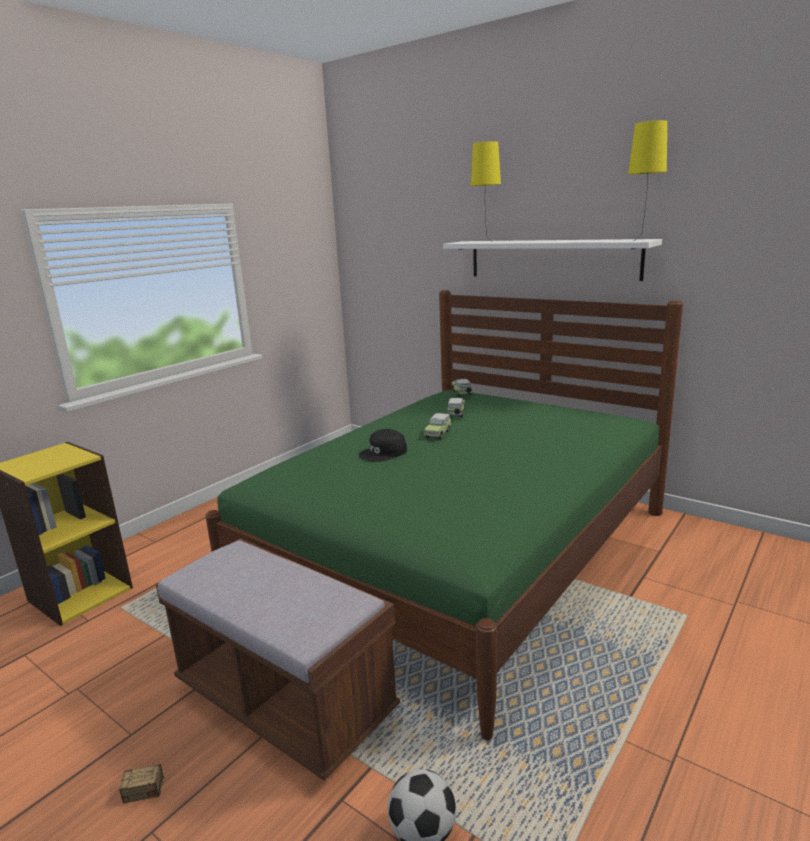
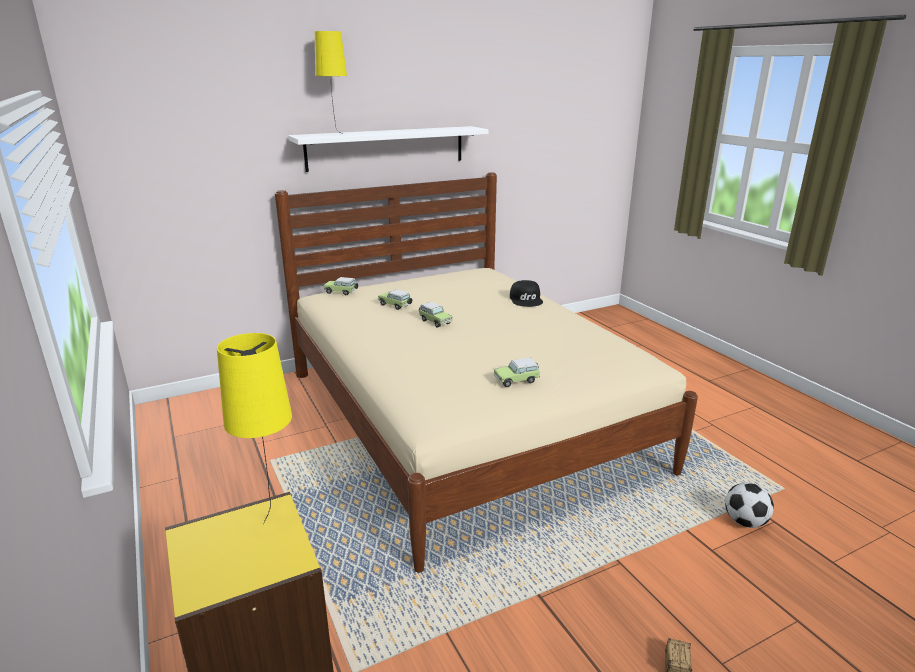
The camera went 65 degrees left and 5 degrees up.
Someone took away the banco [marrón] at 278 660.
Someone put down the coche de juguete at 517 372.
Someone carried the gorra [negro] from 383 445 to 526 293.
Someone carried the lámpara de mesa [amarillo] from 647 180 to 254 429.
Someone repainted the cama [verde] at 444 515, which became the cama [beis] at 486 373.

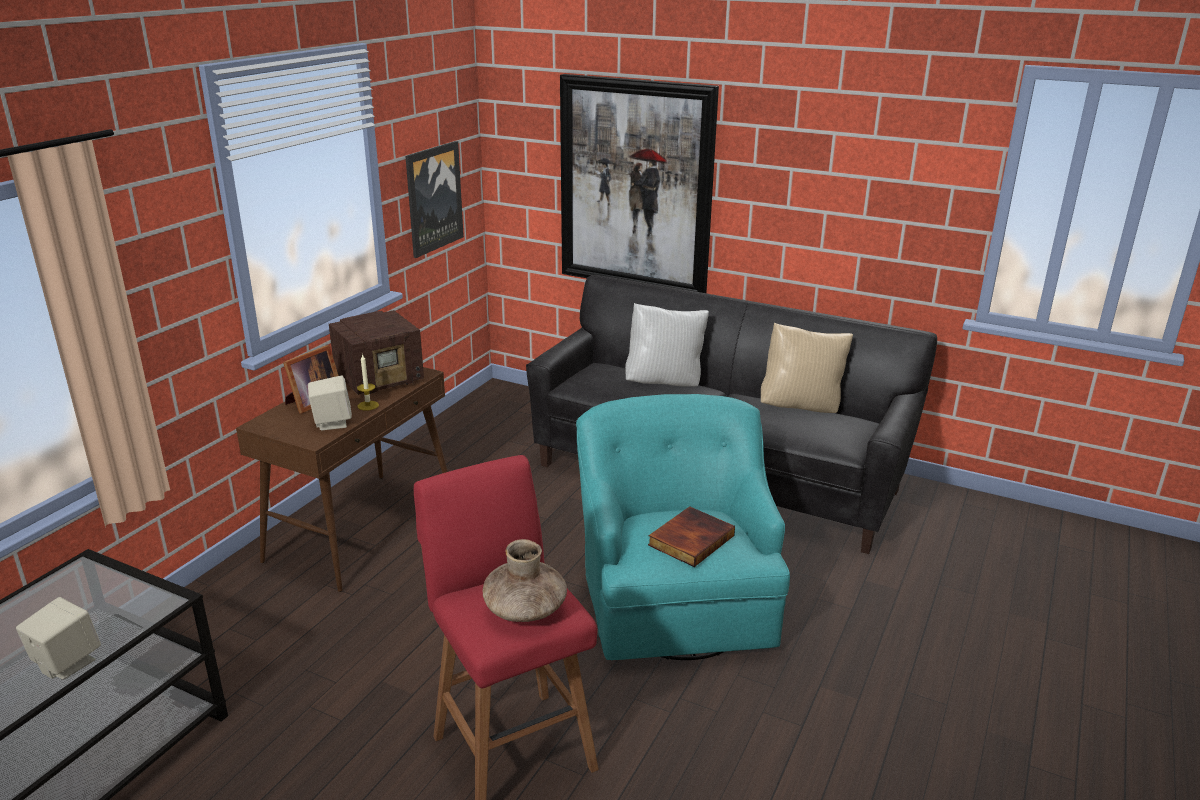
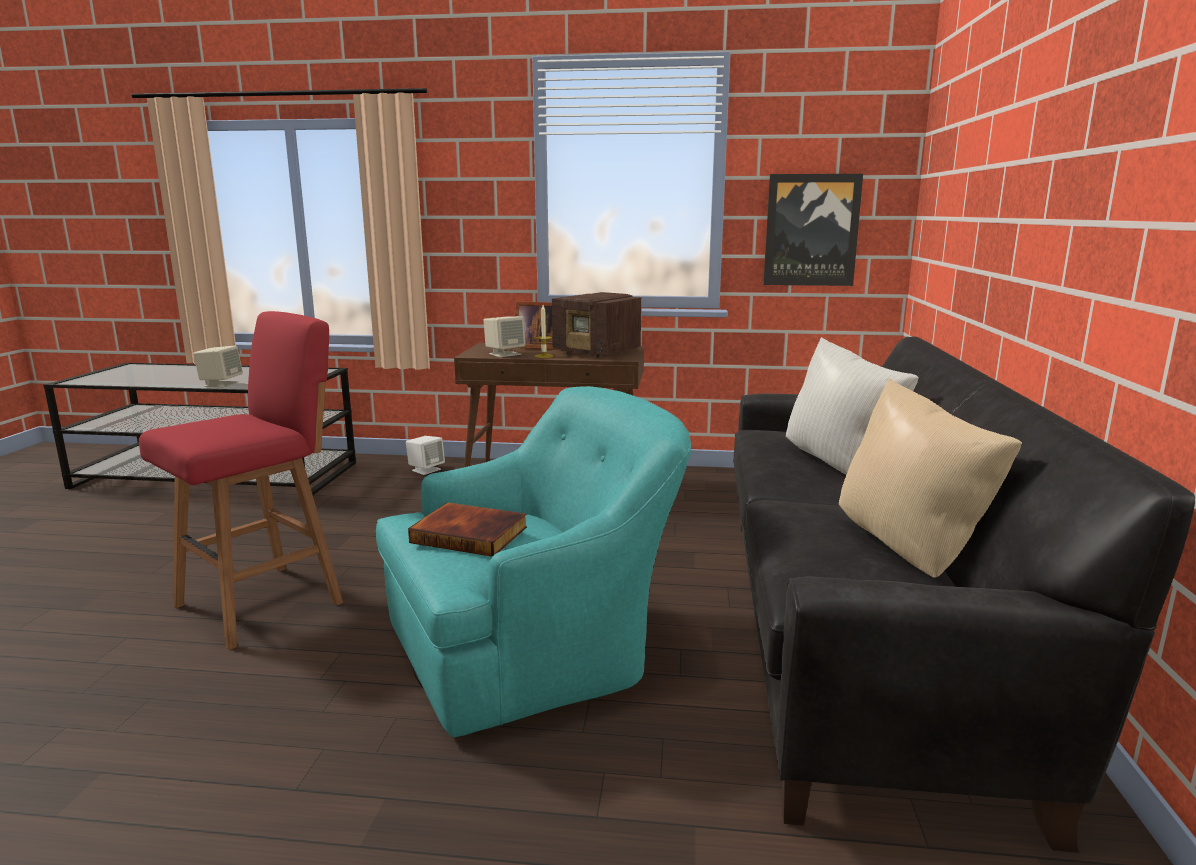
The camera went 70 degrees right and 10 degrees down.
Someone took away the florero [marrón] at 525 580.
Someone took away the cuadro at 639 183.
Someone put down the altavoz [blanco] at 425 455.

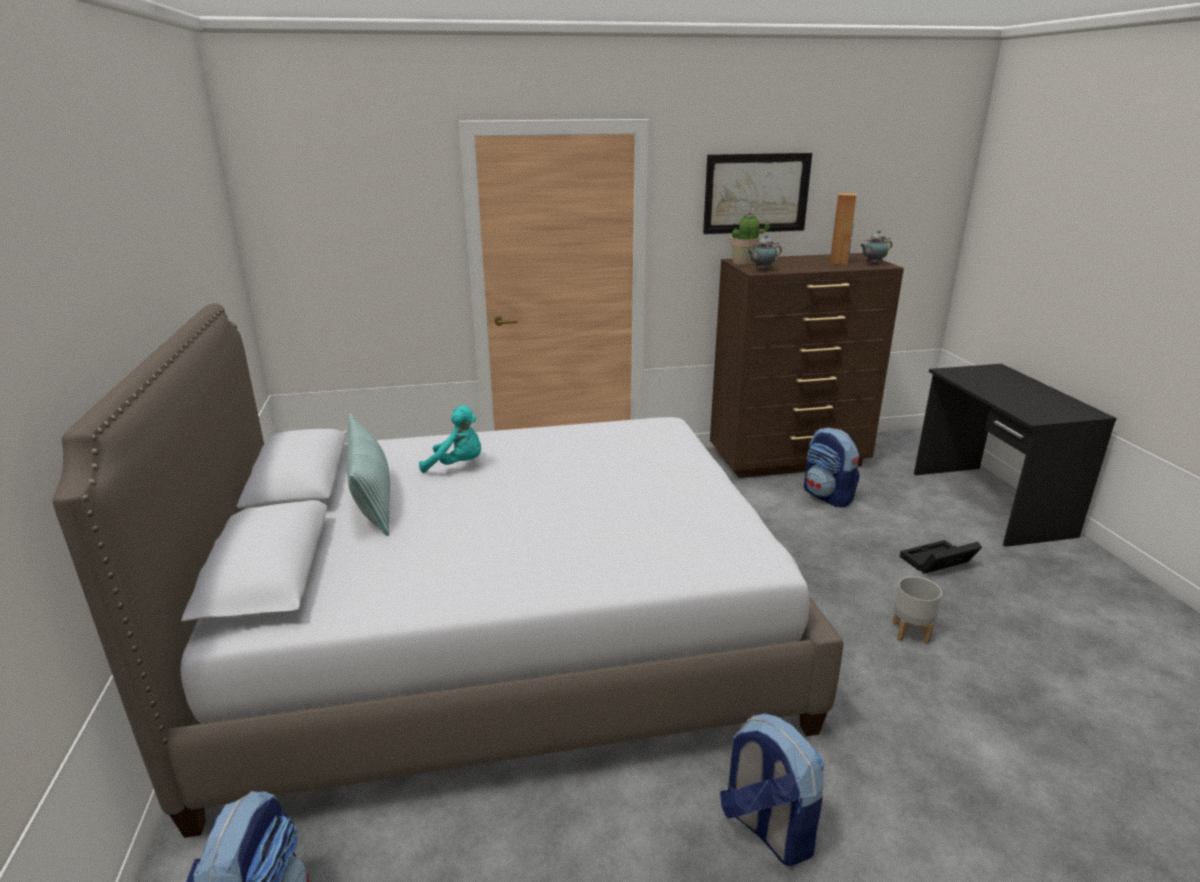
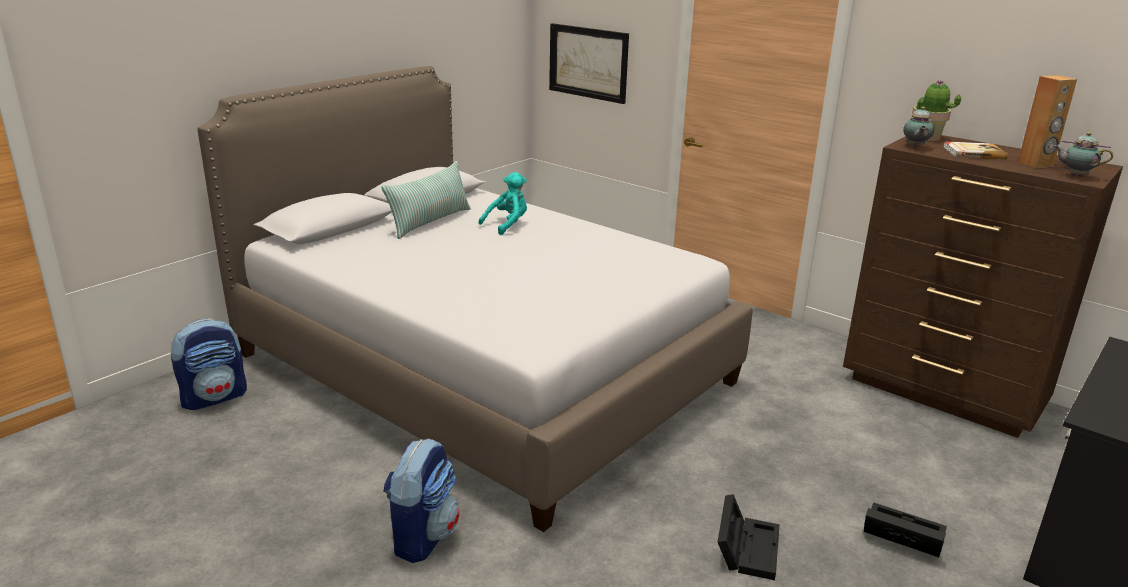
The camera went 50 degrees right and 0 degrees up.
Someone took away the mochila at 831 468.
Someone put down the libro at 975 150.
Someone carried the cuadro from 757 193 to 589 63.
Someone swapped the maceta [gris] at 917 610 for the caja de almacenaje [negro] at 748 537.
Someone rotated the peluche [turquesa] at 450 439 by 105 degrees counterclockwise.
Someone rotated the tetera at 764 252 by 105 degrees counterclockwise.

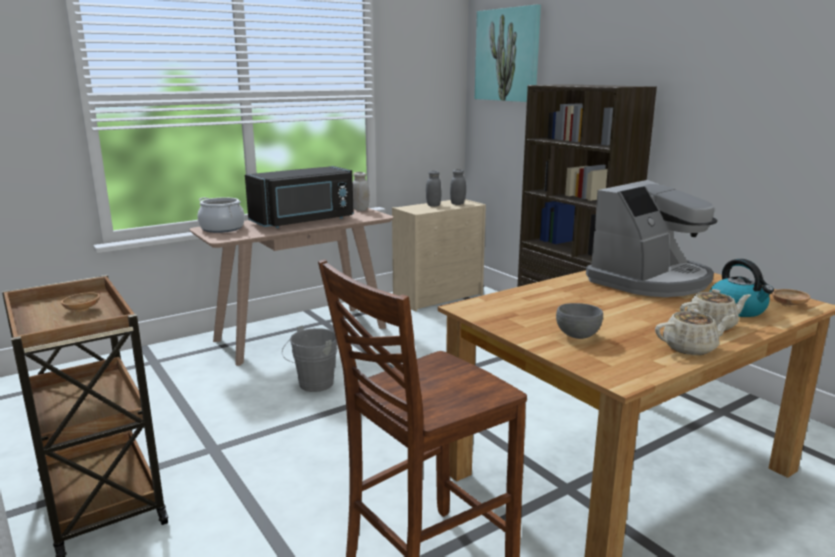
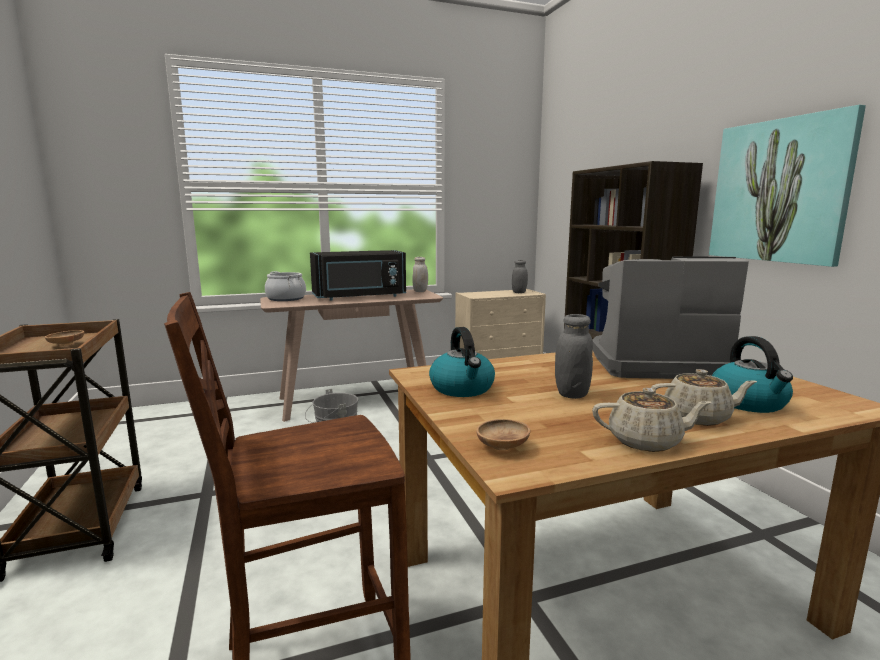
The camera went 15 degrees right and 5 degrees down.
Someone took away the cuenco [gris] at 579 321.
Someone put down the hervidor at 462 362.
Someone carried the tarro [gris] from 433 189 to 574 356.
Someone carried the cuadro from 508 53 to 787 186.
Someone carried the cuenco [marrón] from 791 298 to 503 434.
Someone rotated the cafetera at 651 238 by 150 degrees counterclockwise.

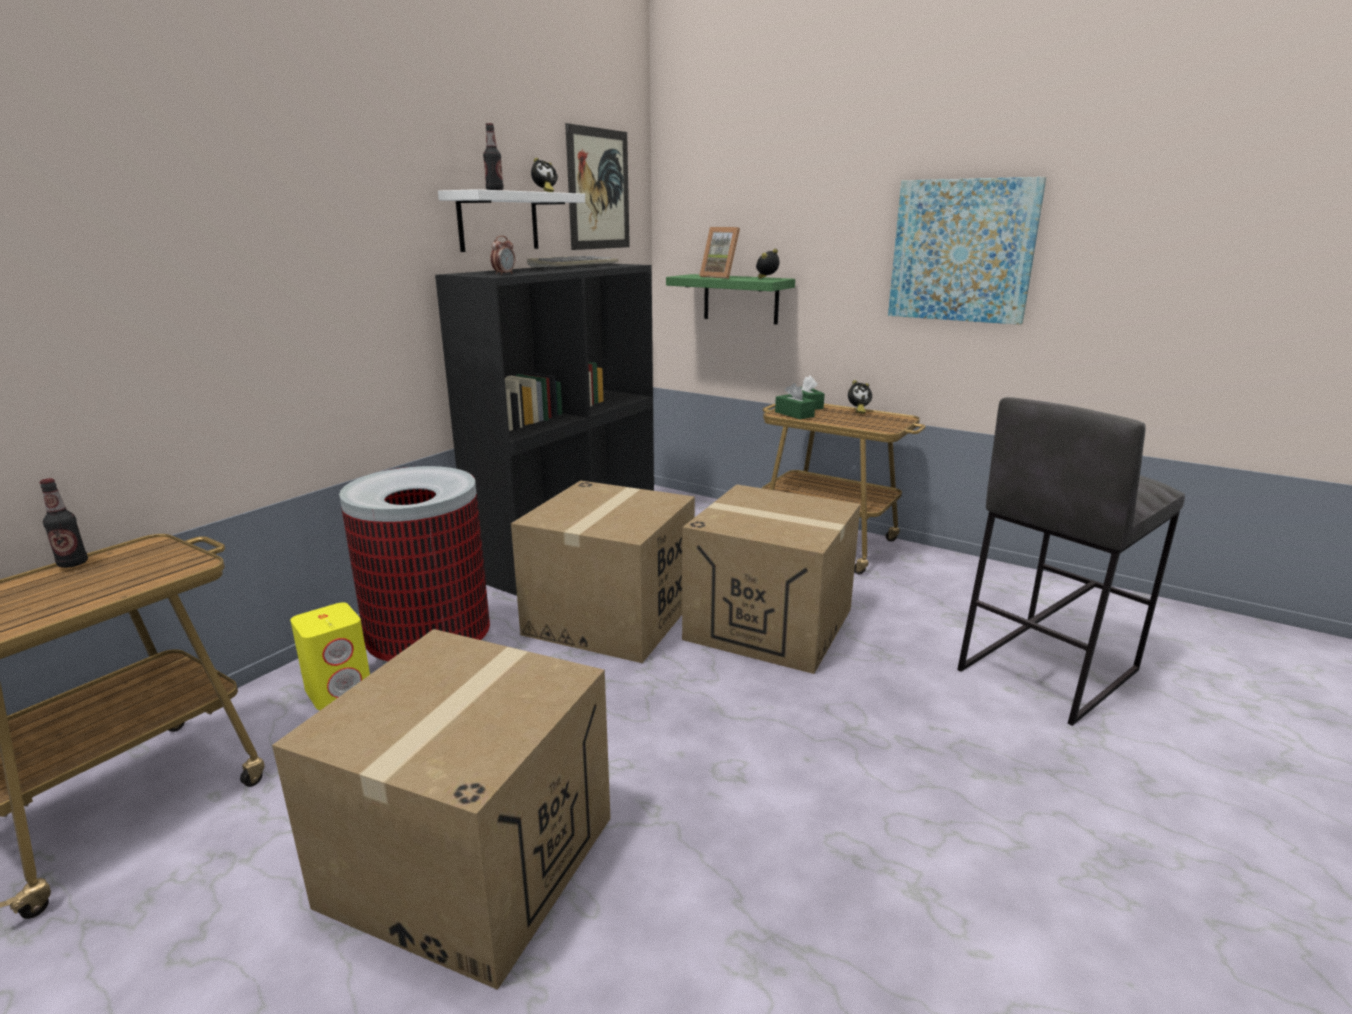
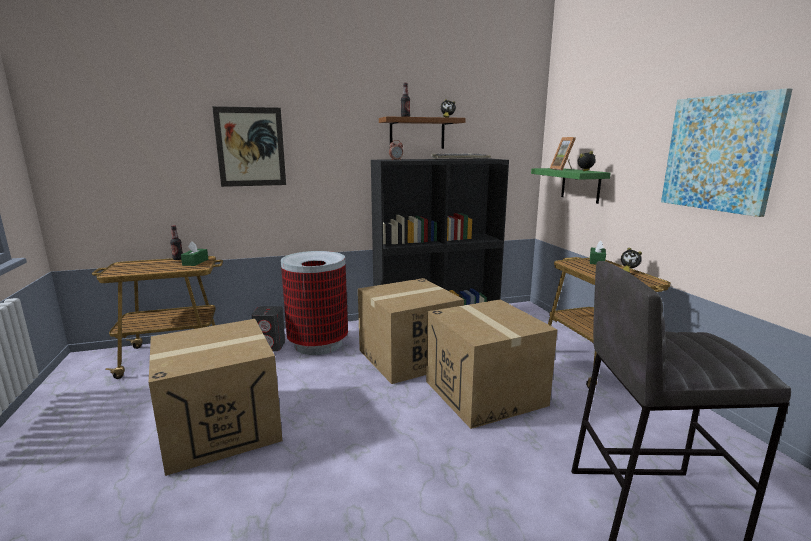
The camera went 40 degrees right and 5 degrees down.
Someone carried the cuadro from 597 186 to 249 146.
Someone carried the caja de pañuelos [verde] from 795 401 to 194 253.
Someone repainted the altavoz [amarillo] at 330 656, which became the altavoz [gris] at 268 328.
Someone repainted the estante [blanco] at 511 220, which became the estante [marrón] at 422 132.

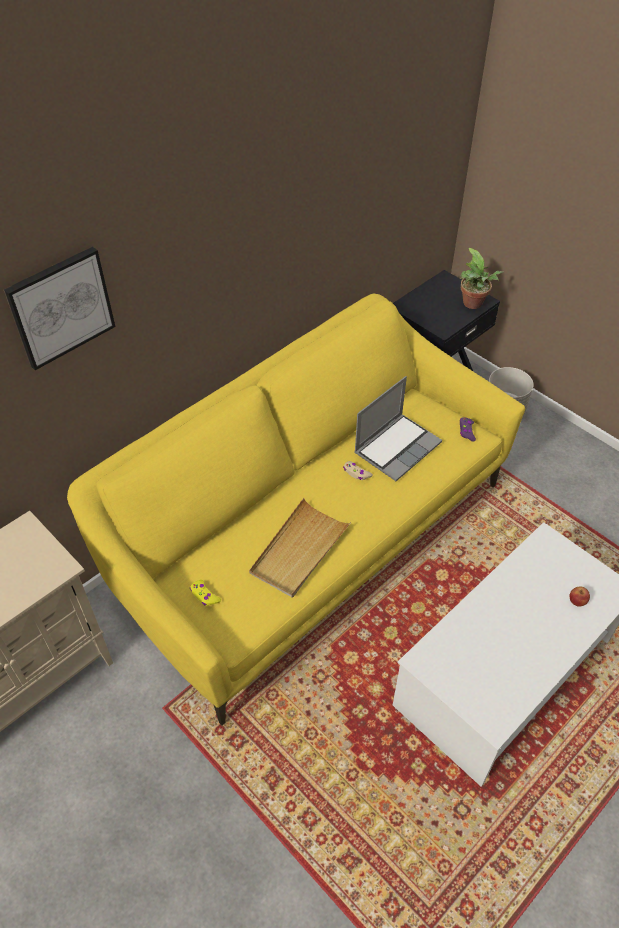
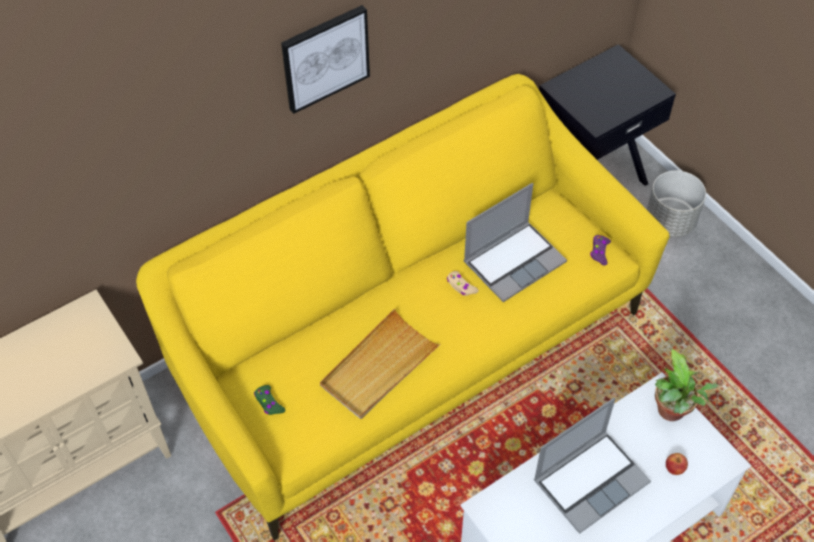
The camera went 10 degrees right and 5 degrees up.
Someone put down the portátil at 592 466.
Someone carried the cuadro from 59 308 to 325 59.
Someone carried the planta en maceta from 482 278 to 686 384.
Someone repainted the mando de consola [amarillo] at 205 593, which became the mando de consola [verde] at 269 400.

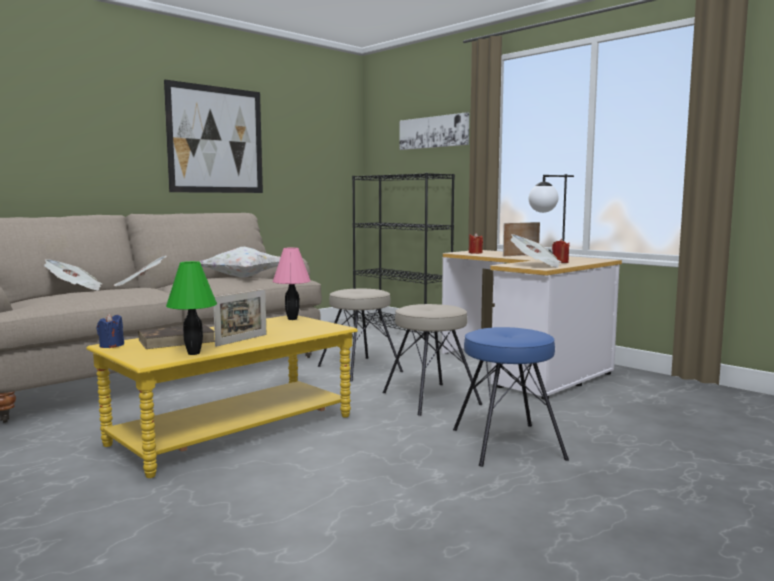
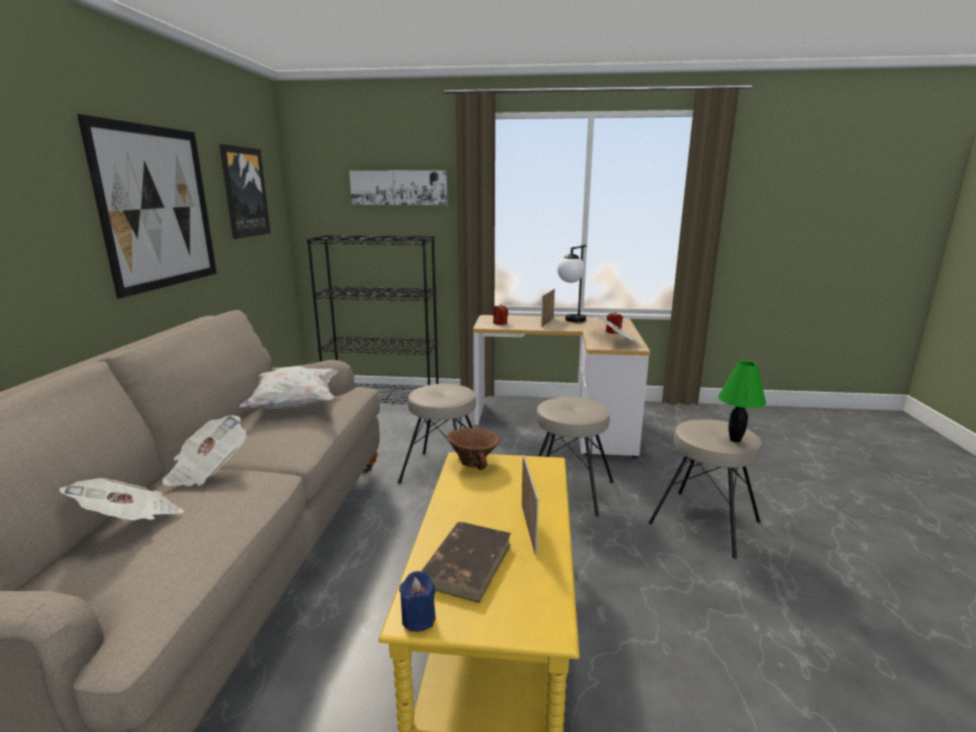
The camera went 40 degrees left and 10 degrees up.
Someone put up the cuadro at 245 191.
Someone carried the lámpara de mesa [verde] from 191 308 to 742 401.
Someone swapped the lámpara de mesa [rosa] at 292 283 for the cuenco [marrón] at 473 449.
Someone repainted the taburete [azul] at 511 397, which became the taburete [beis] at 705 489.

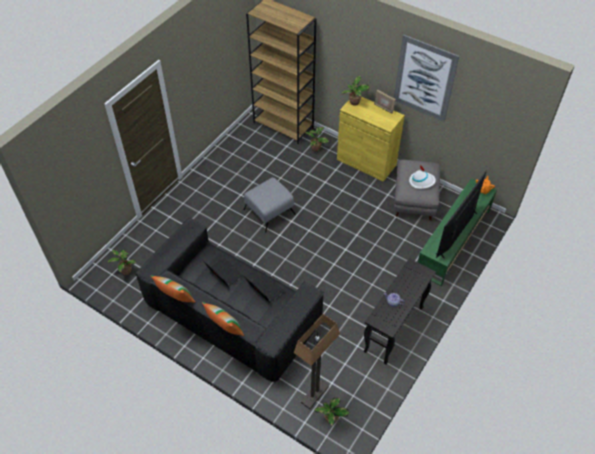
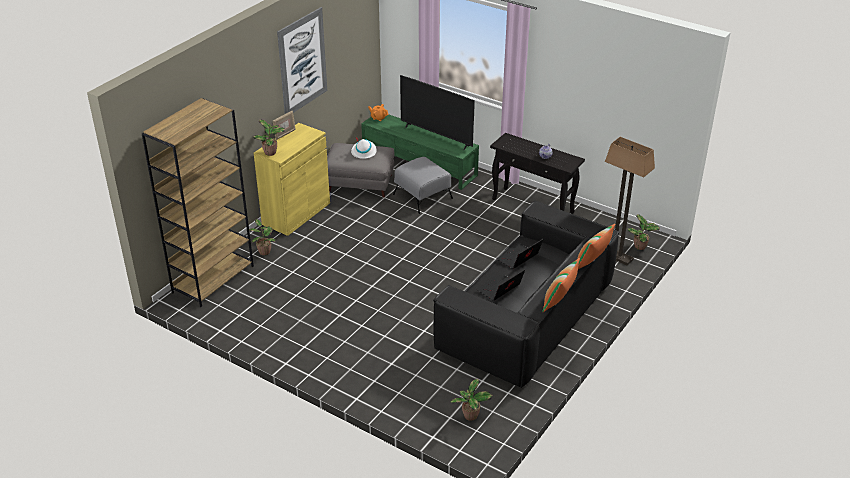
The camera went 90 degrees left and 15 degrees down.
Someone carried the puf [gris] from 269 205 to 423 185.

